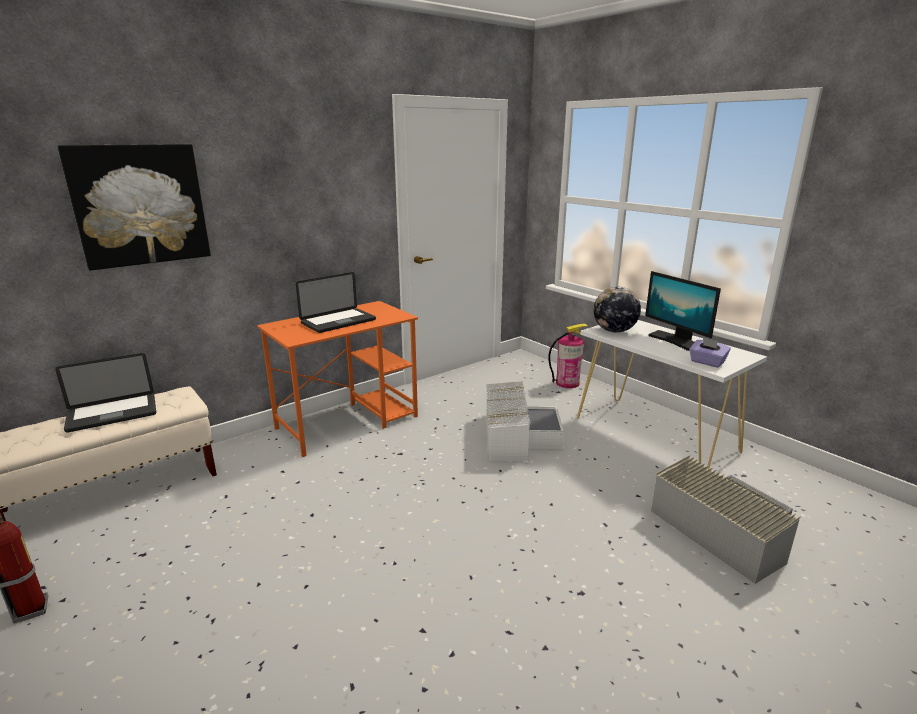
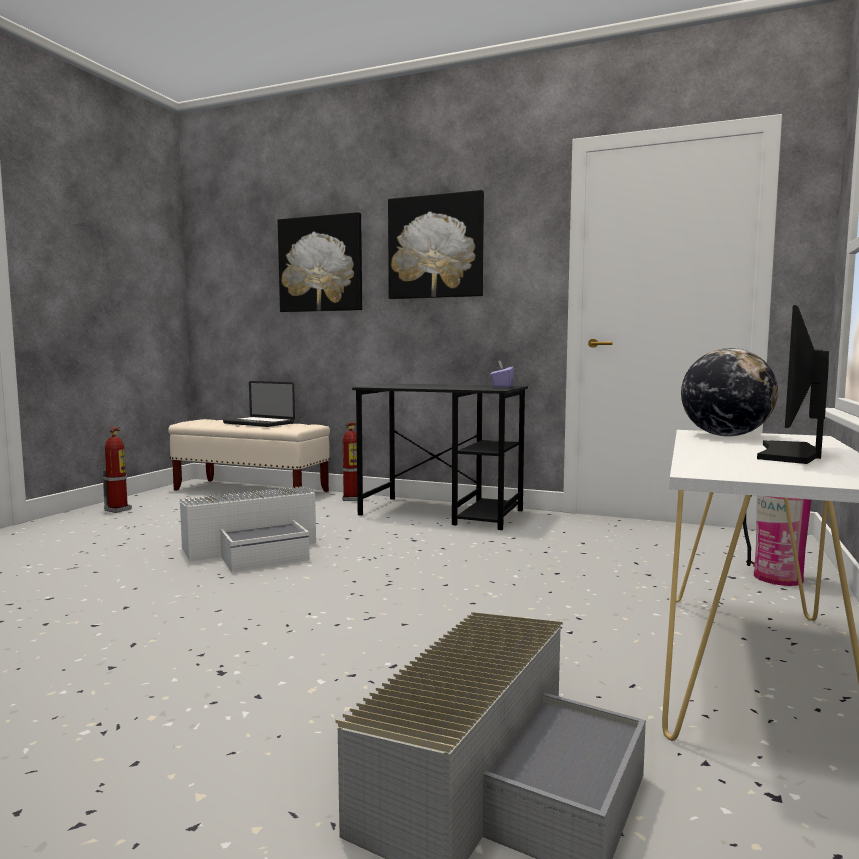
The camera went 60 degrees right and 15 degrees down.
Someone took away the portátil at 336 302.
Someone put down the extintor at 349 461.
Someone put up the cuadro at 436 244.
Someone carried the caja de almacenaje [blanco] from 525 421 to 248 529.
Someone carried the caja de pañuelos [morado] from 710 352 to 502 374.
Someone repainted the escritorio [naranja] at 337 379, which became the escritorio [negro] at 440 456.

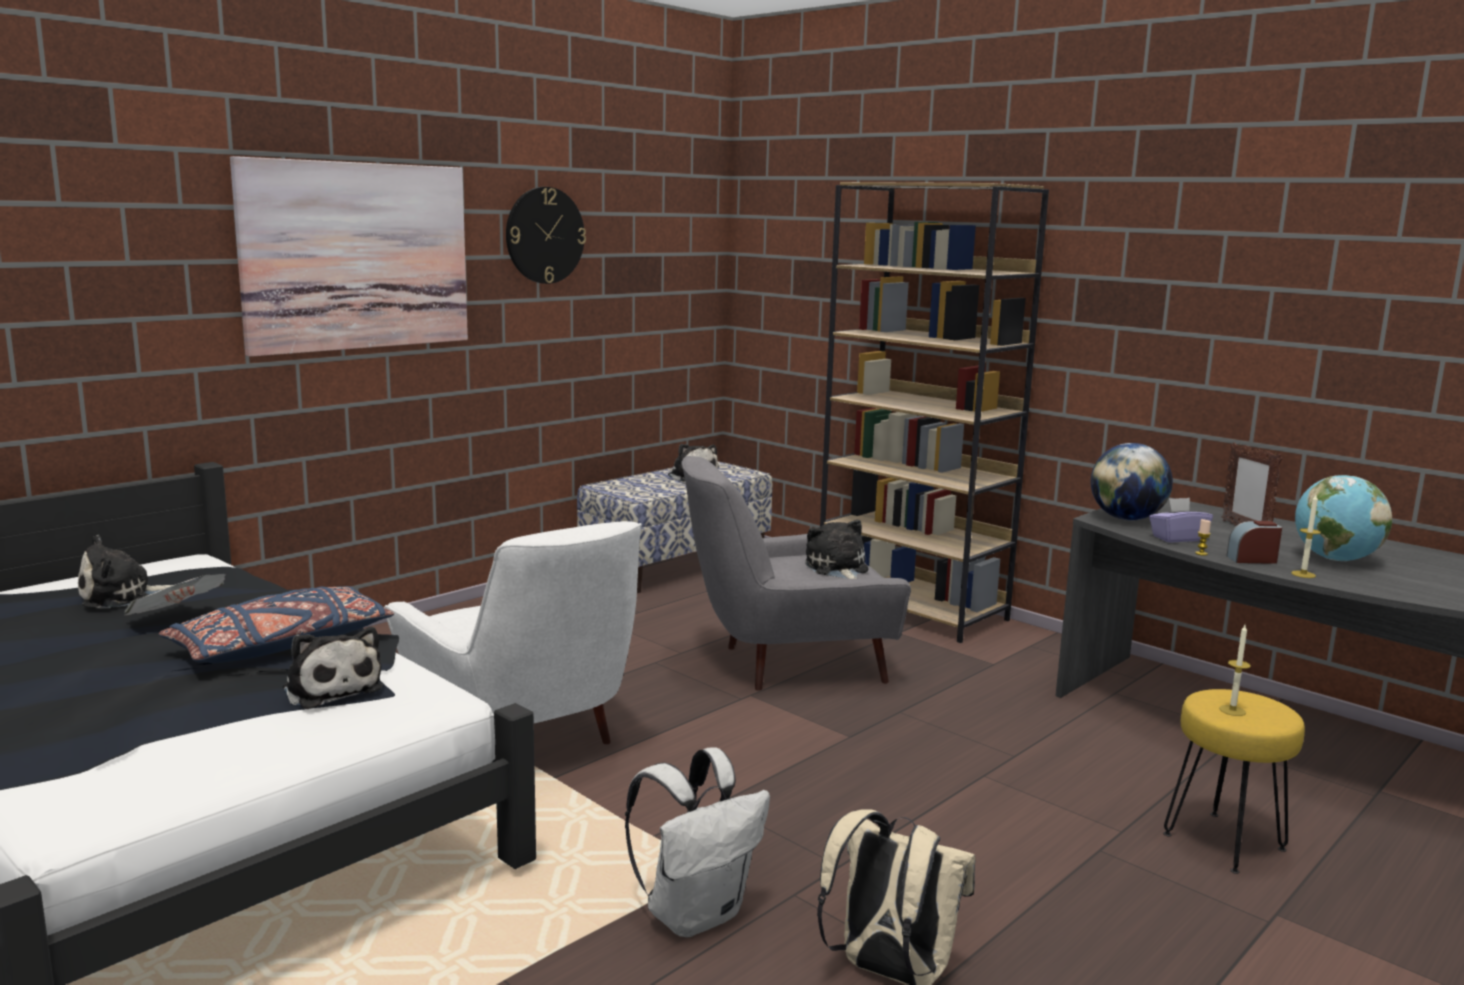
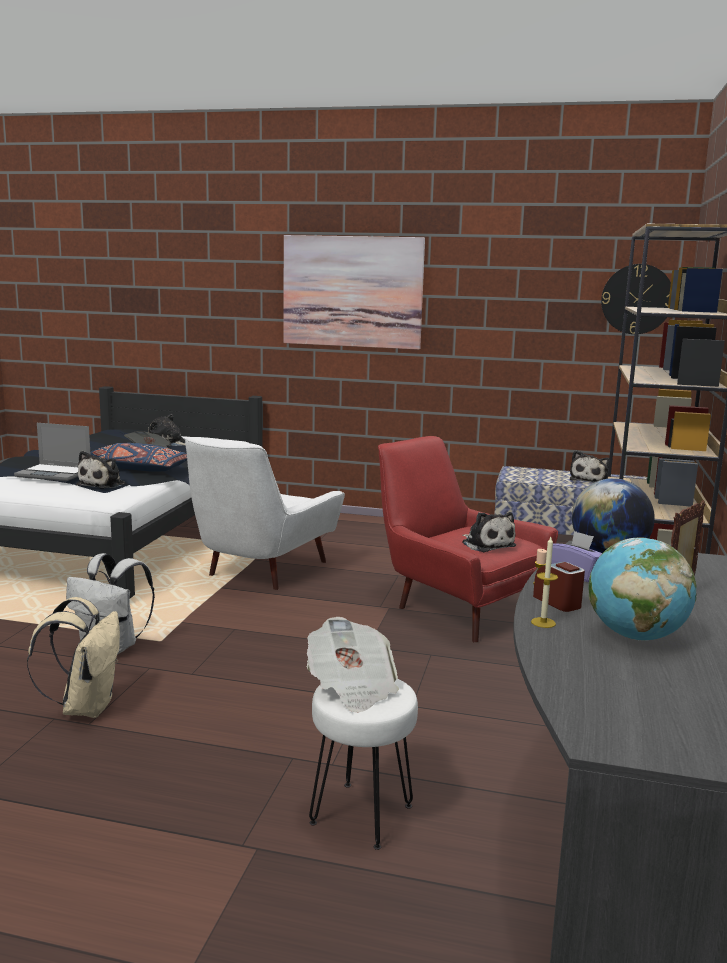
The camera went 60 degrees right and 0 degrees up.
Someone put down the portátil at 52 452.
Someone carried the reloj de pared from 546 235 to 636 299.
Someone swapped the vela at 1235 670 for the periódico at 353 665.
Someone repainted the sillón [gris] at 796 573, which became the sillón [rojo] at 468 539.
Someone repainted the taburete [amarillo] at 1234 781, which became the taburete [blanco] at 363 764.
Someone rotated the peluche at 836 549 by 105 degrees clockwise.

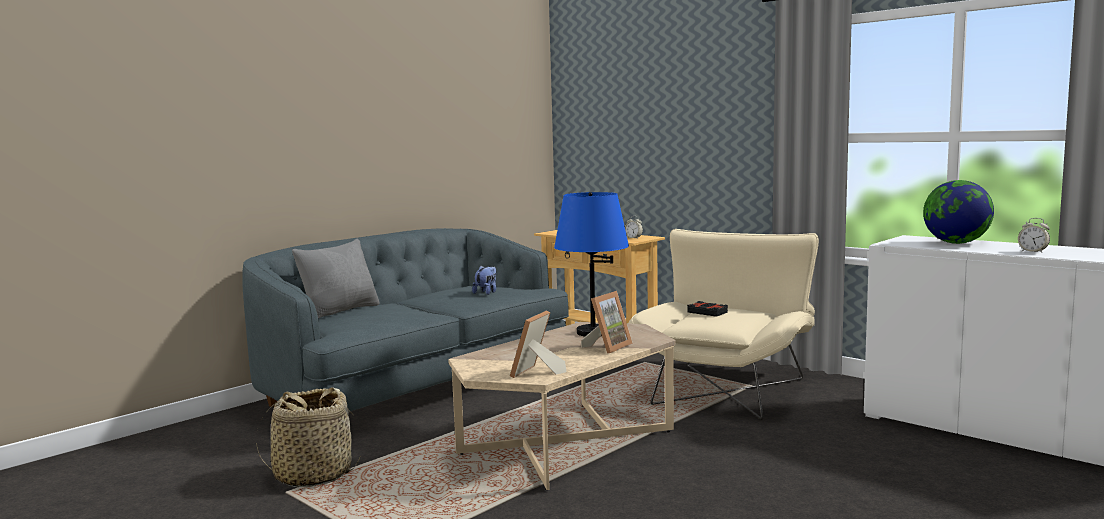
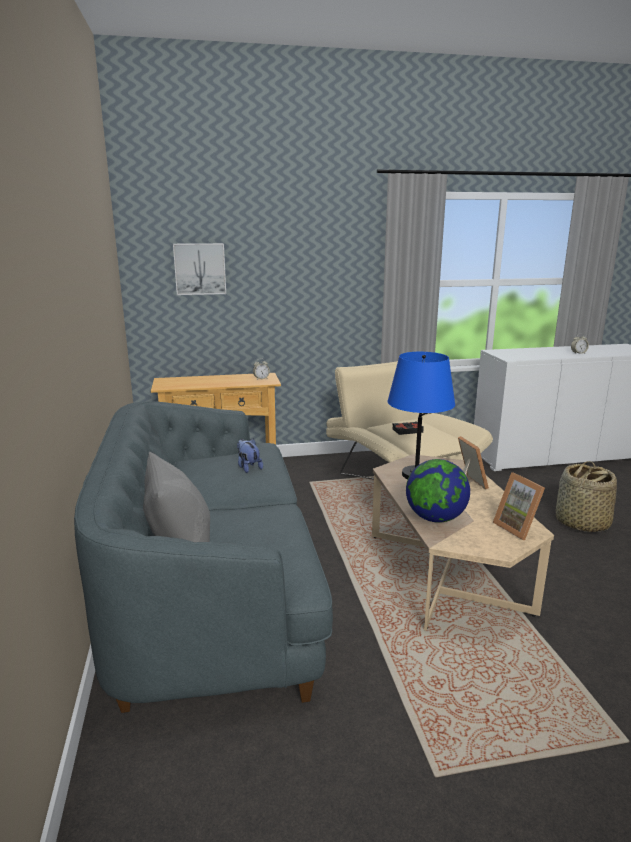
The camera went 55 degrees left and 10 degrees up.
Someone put up the cuadro at 199 269.
Someone carried the cesta from 308 437 to 586 496.
Someone carried the globo terráqueo from 958 212 to 438 491.

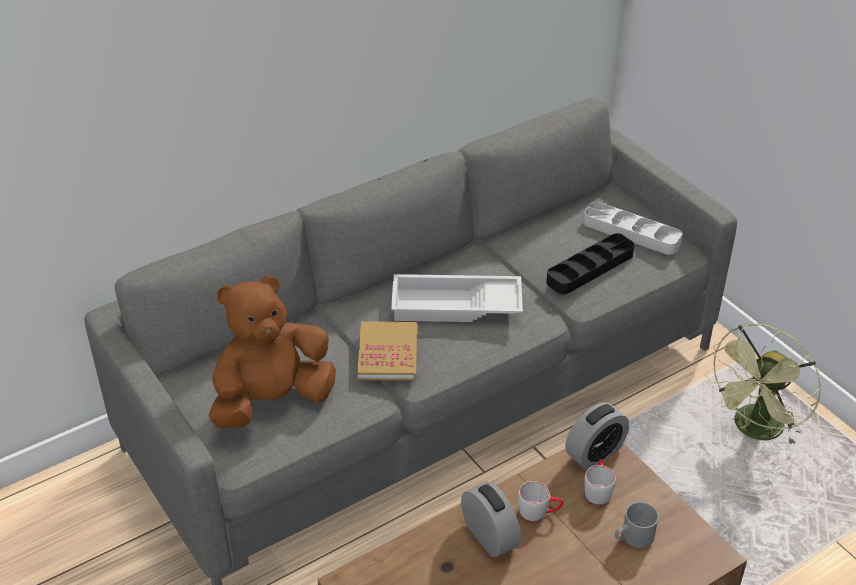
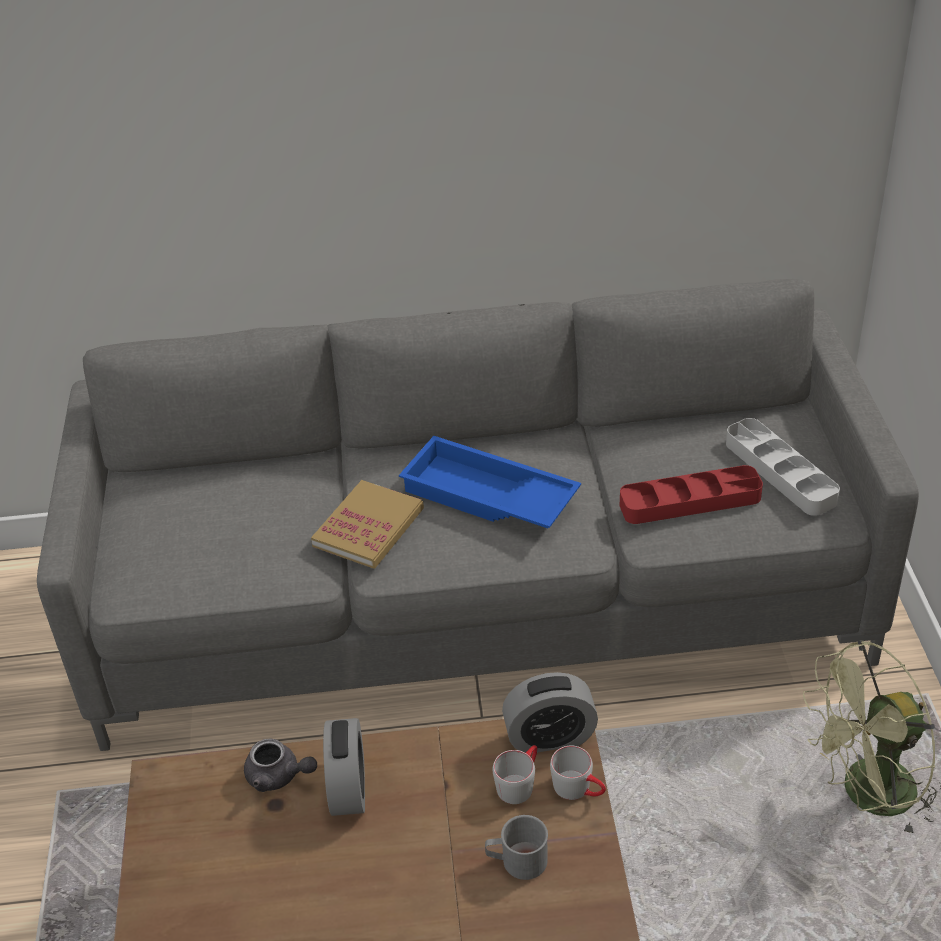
The camera went 30 degrees right and 0 degrees up.
Someone took away the peluche [marrón] at 272 352.
Someone put down the tetera [gris] at 280 765.
Someone carried the taza grande [gris] from 541 501 to 578 773.
Someone repainted the bandeja [blanco] at 457 298, which became the bandeja [azul] at 490 482.
Someone repainted the bandeja [negro] at 590 264, which became the bandeja [rojo] at 691 494.

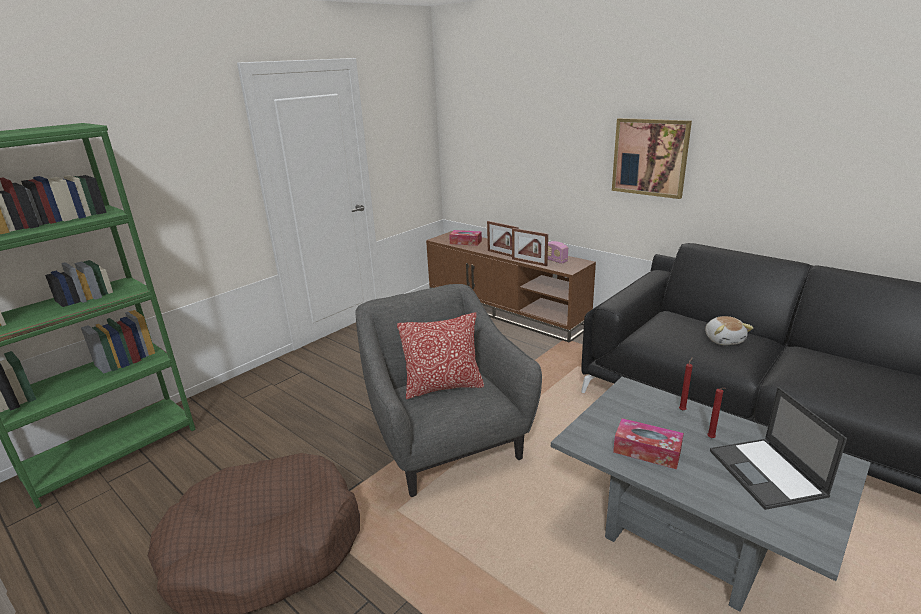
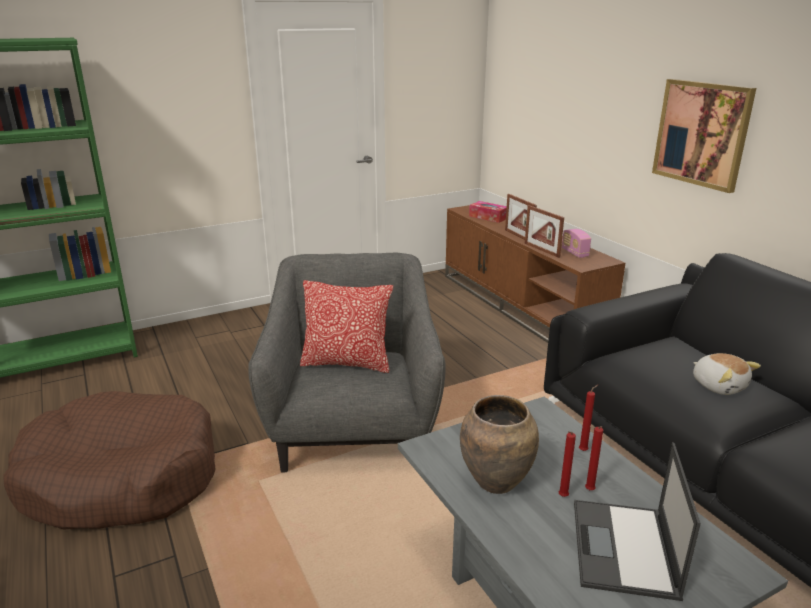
The camera went 20 degrees right and 0 degrees up.
Someone put down the vela [rojo] at 567 464.
Someone swapped the caja de pañuelos at 648 443 for the florero [marrón] at 499 444.
Someone rotated the peluche at 729 330 by 45 degrees counterclockwise.

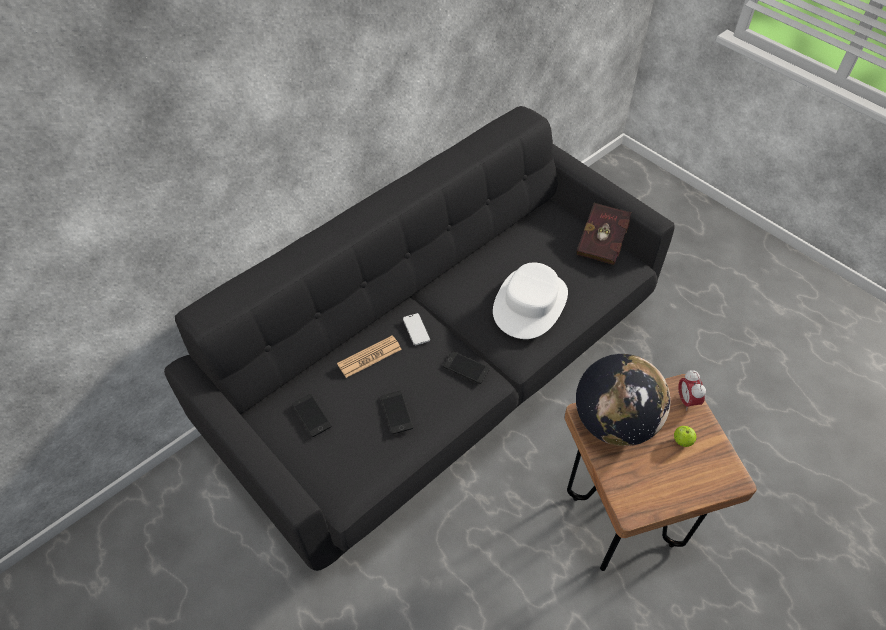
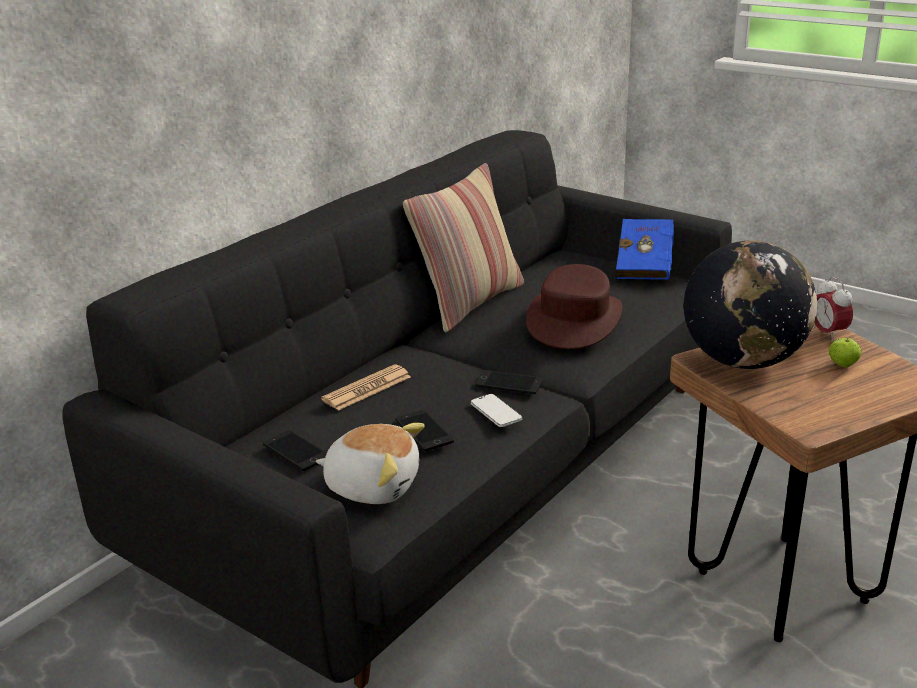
The camera went 10 degrees left and 25 degrees down.
Someone put down the peluche at 370 463.
Someone put down the cojín at 463 248.
Someone carried the móvil from 416 329 to 496 410.
Someone repainted the sombrero [blanco] at 530 301, which became the sombrero [marrón] at 574 306.
Someone repainted the libro [rojo] at 604 234, which became the libro [azul] at 645 249.

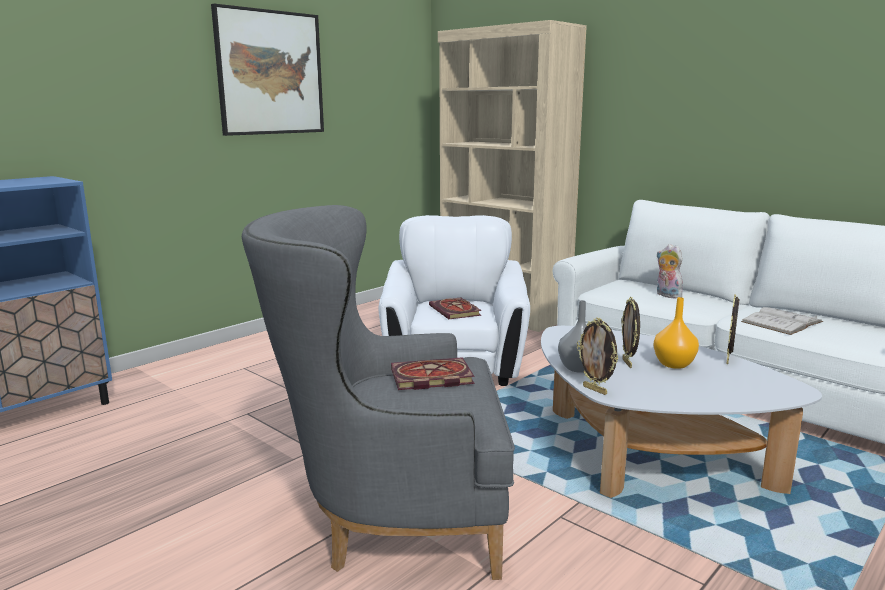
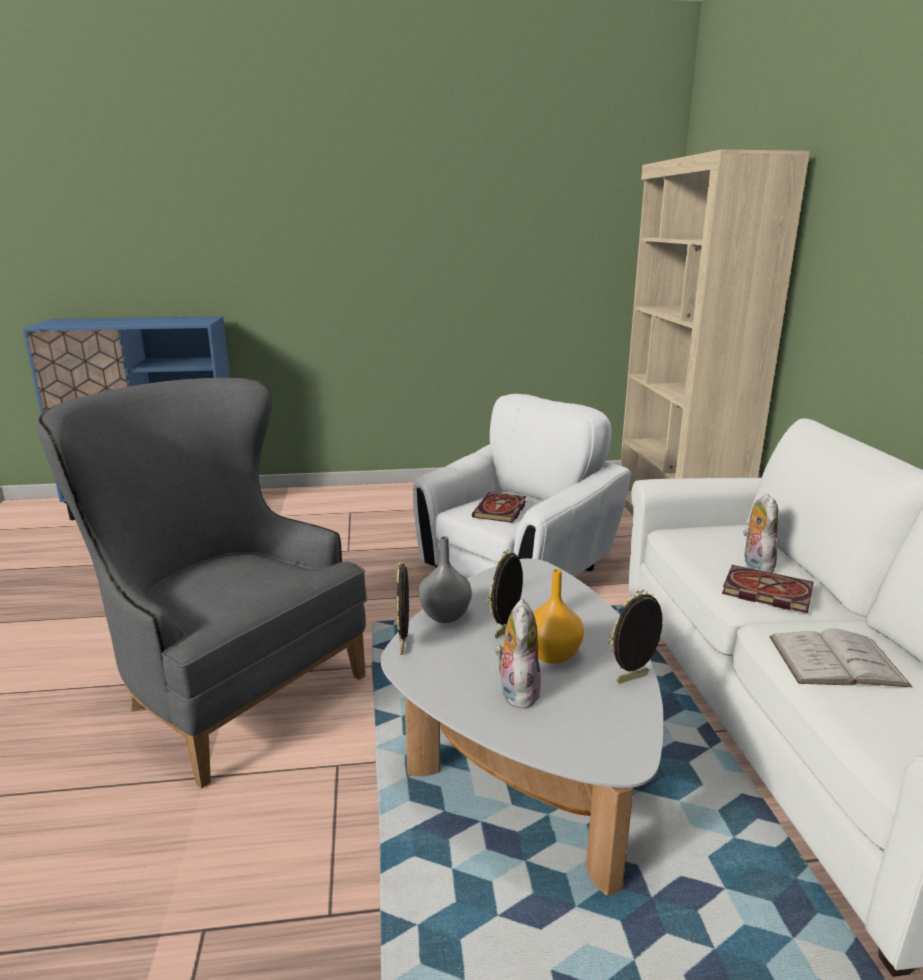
The camera went 40 degrees right and 5 degrees up.
Someone took away the cuadro at 267 70.
Someone put down the peluche at 518 654.
Someone carried the libro from 433 373 to 768 589.

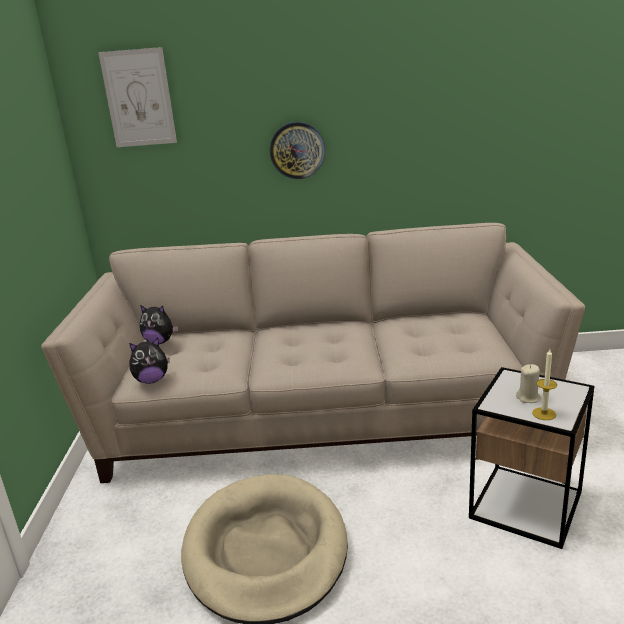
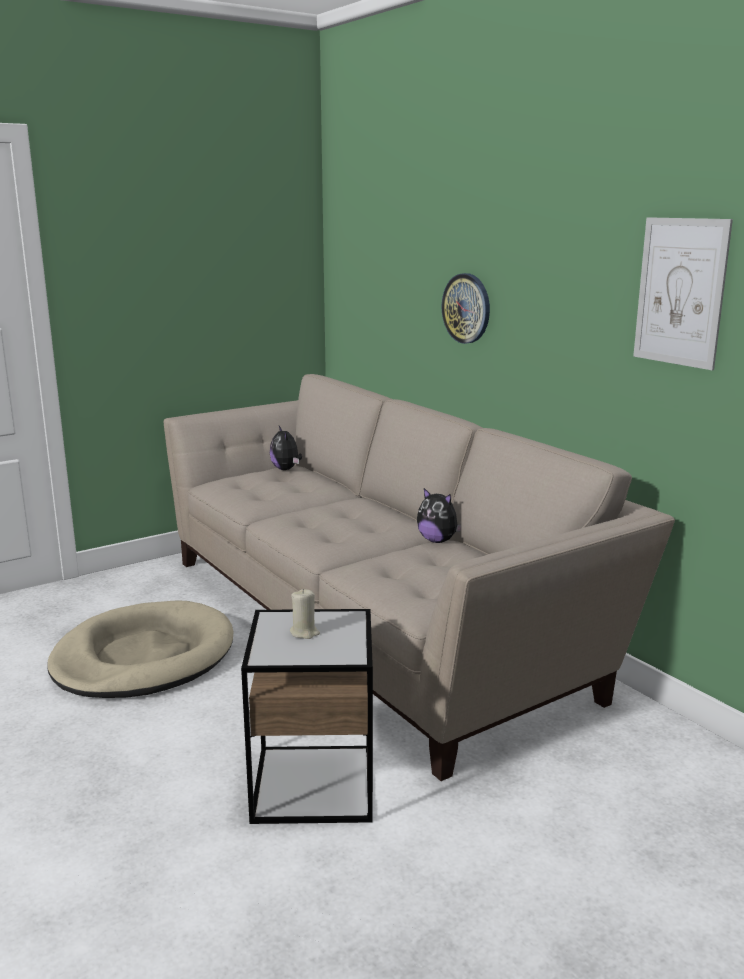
The camera went 55 degrees right and 5 degrees down.
Someone took away the vela at 544 384.
Someone carried the cuadro from 137 97 to 683 293.
Someone carried the peluche from 149 361 to 439 515.

